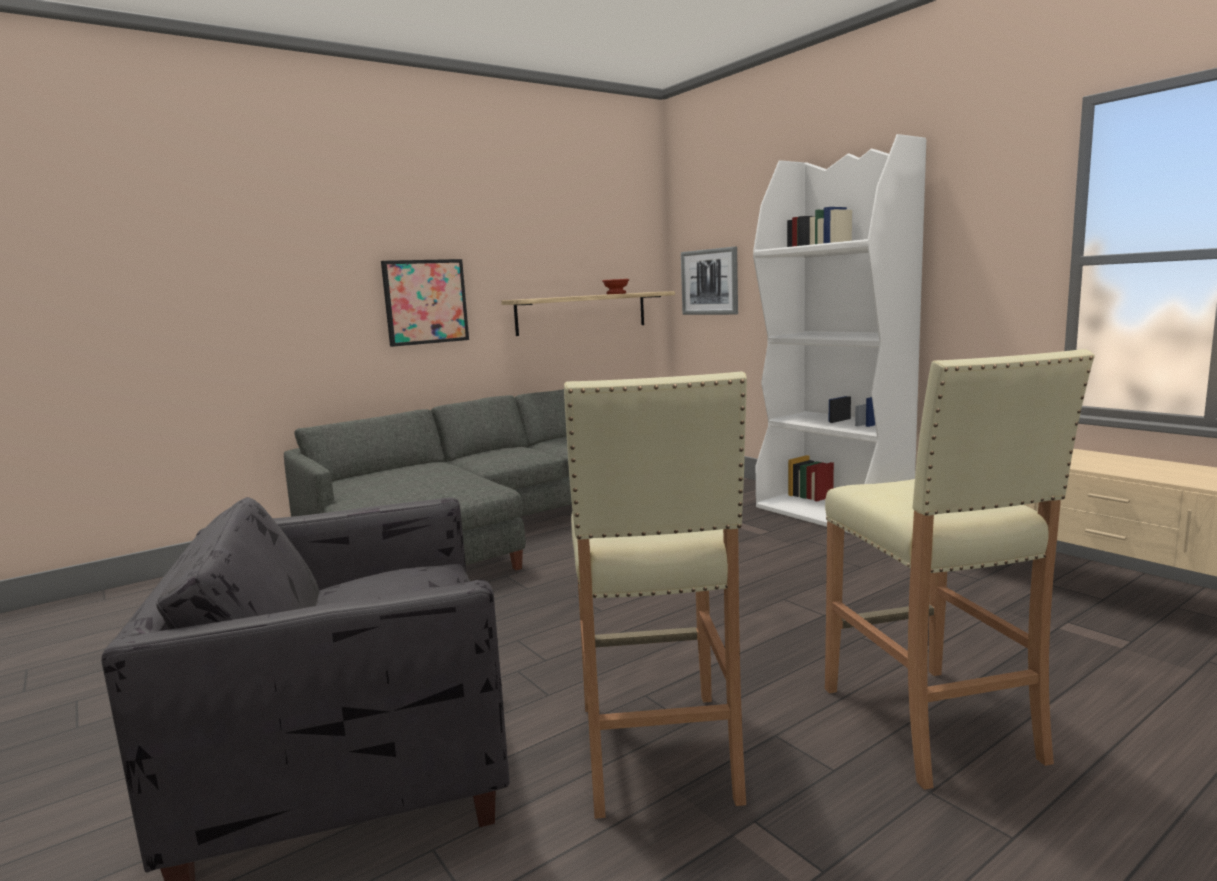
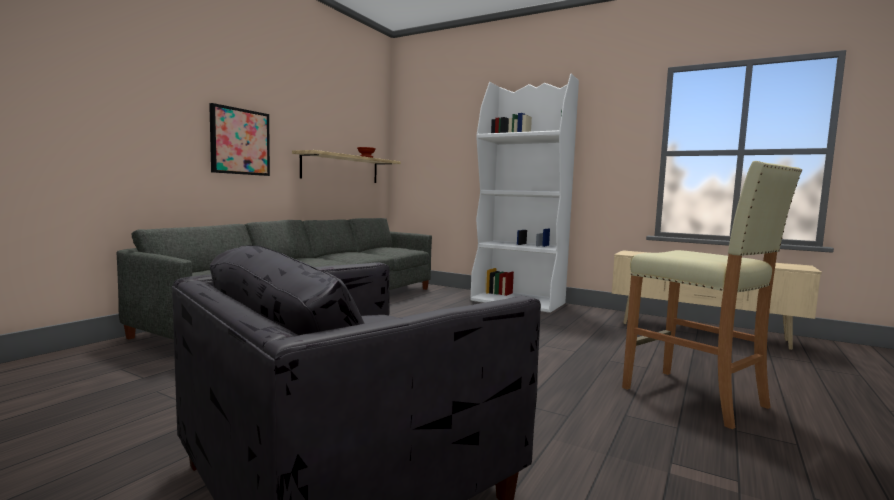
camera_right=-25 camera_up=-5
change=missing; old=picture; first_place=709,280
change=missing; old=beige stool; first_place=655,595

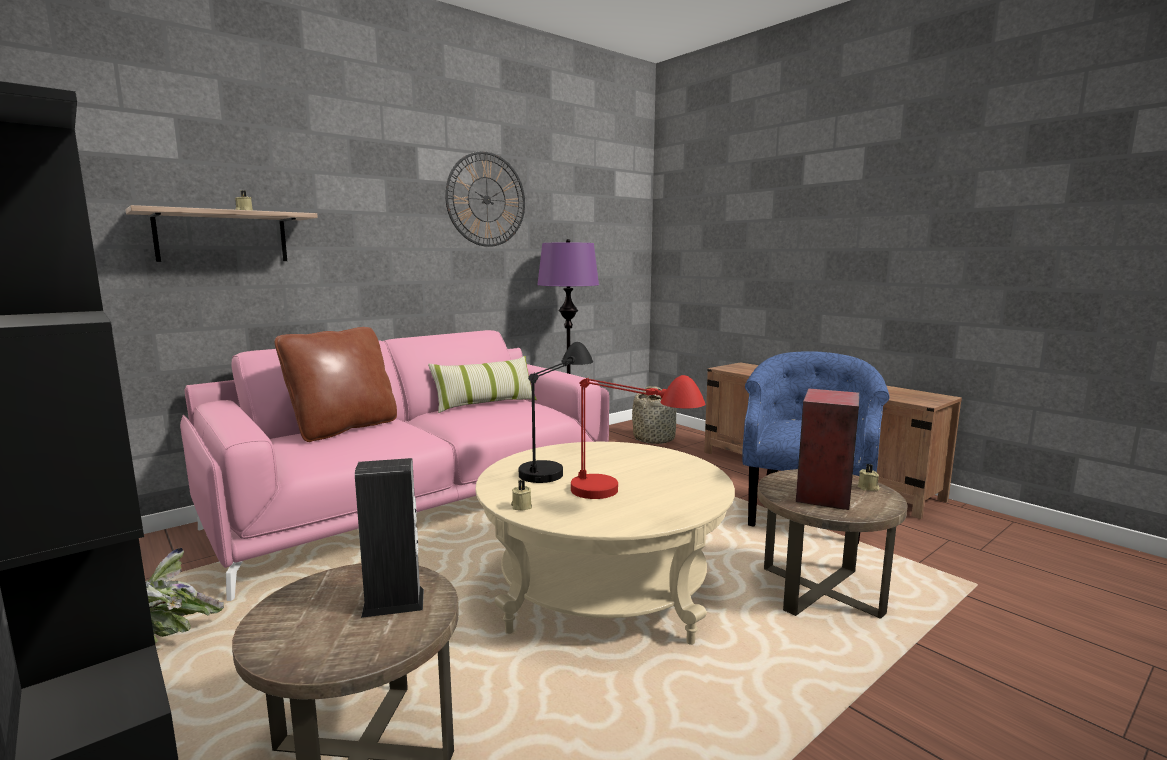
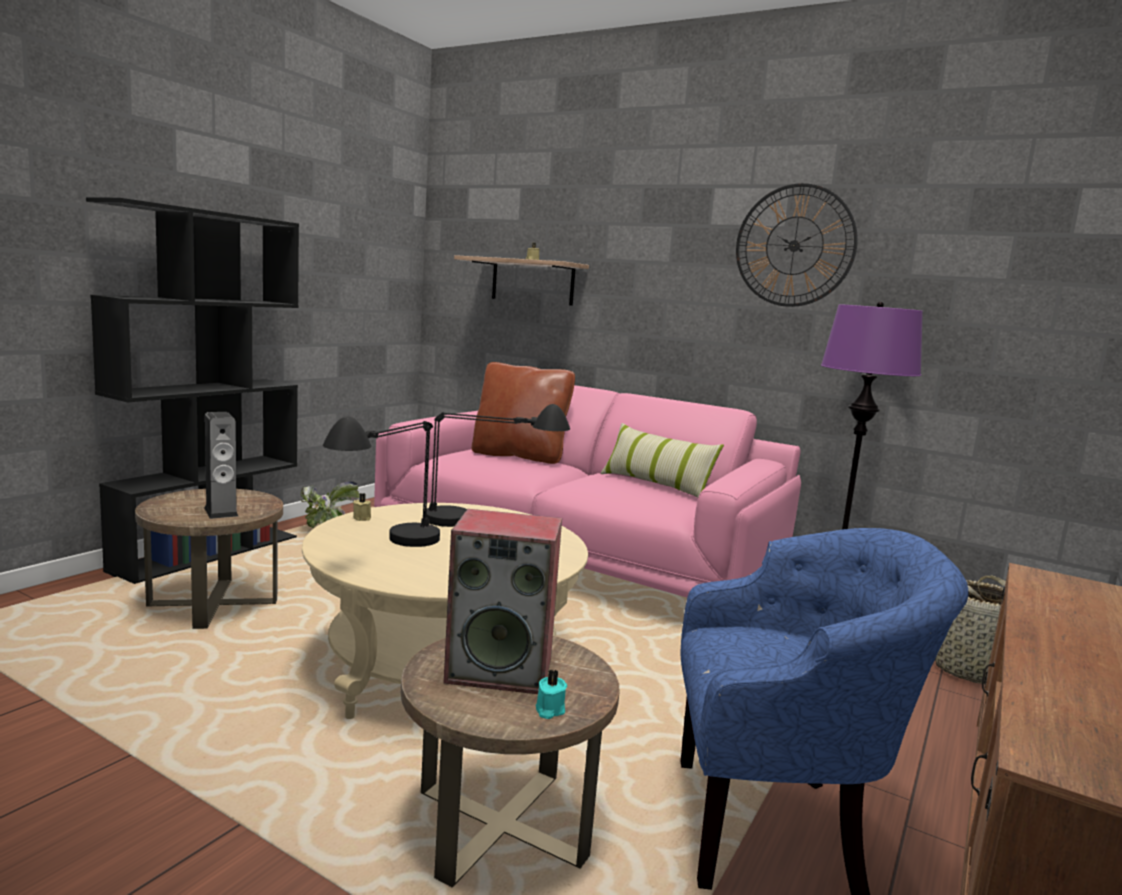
camera_right=70 camera_up=0
change=colour; old=red table lamp; new=black table lamp; first_place=638,437; second_place=381,481
change=colour; old=beige candle; new=turquoise candle; first_place=868,477; second_place=551,694

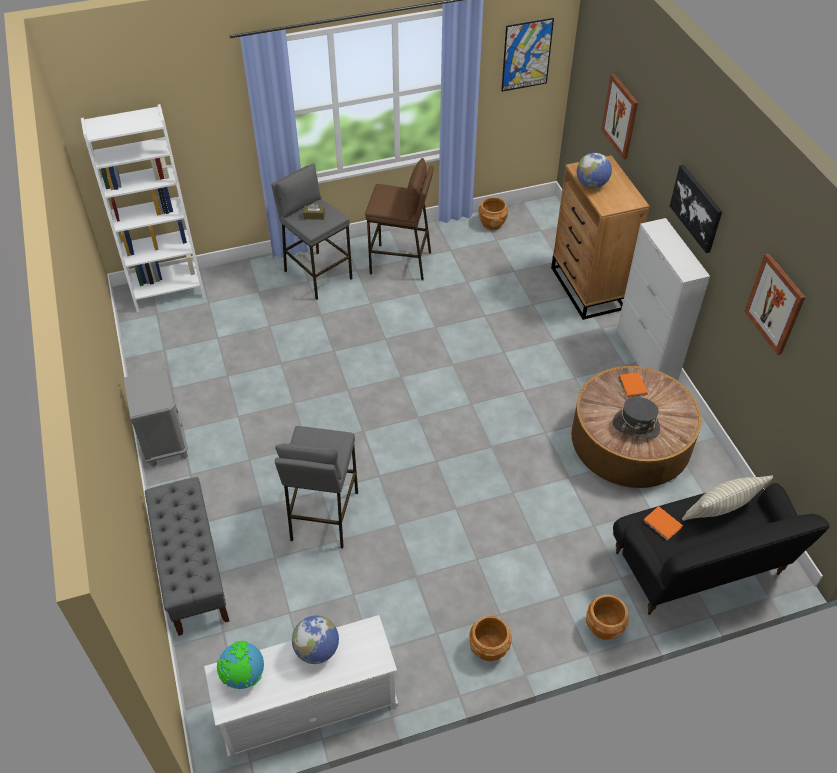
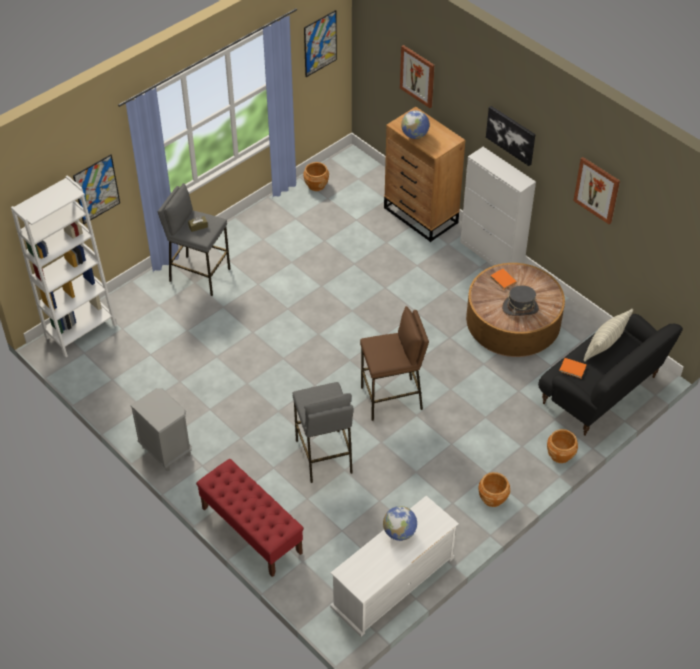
camera_right=-25 camera_up=0
change=relocated; old=brown stool; first_place=399,219; second_place=394,363
change=colour; old=grey bench; new=red bench; first_place=187,556; second_place=250,518
change=missing; old=globe; first_place=240,665
change=appeared; new=picture; second_place=96,189

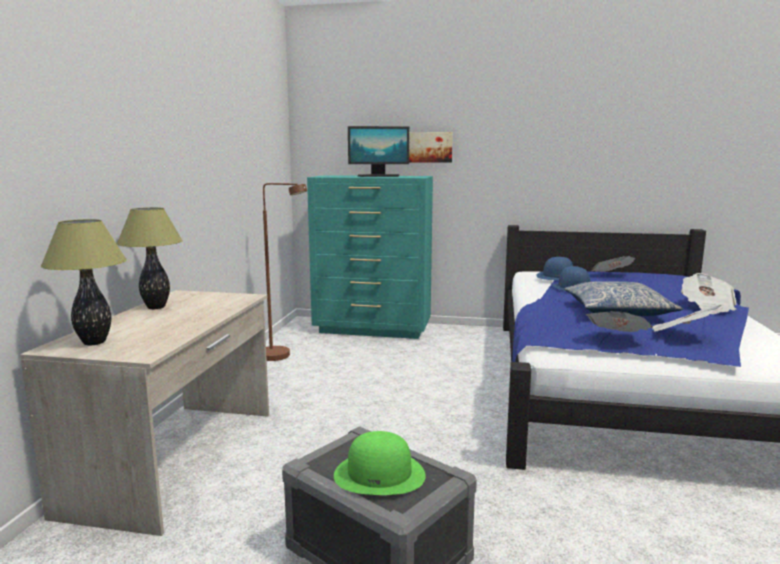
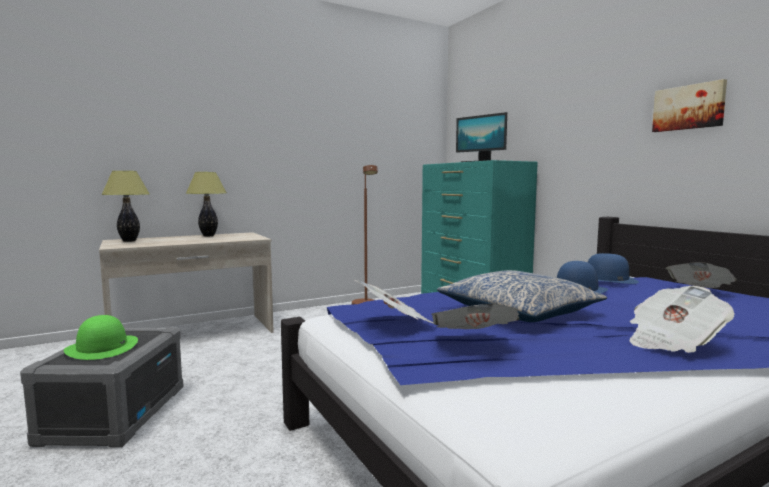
camera_right=50 camera_up=-5
change=relocated; old=picture; first_place=431,147; second_place=689,105

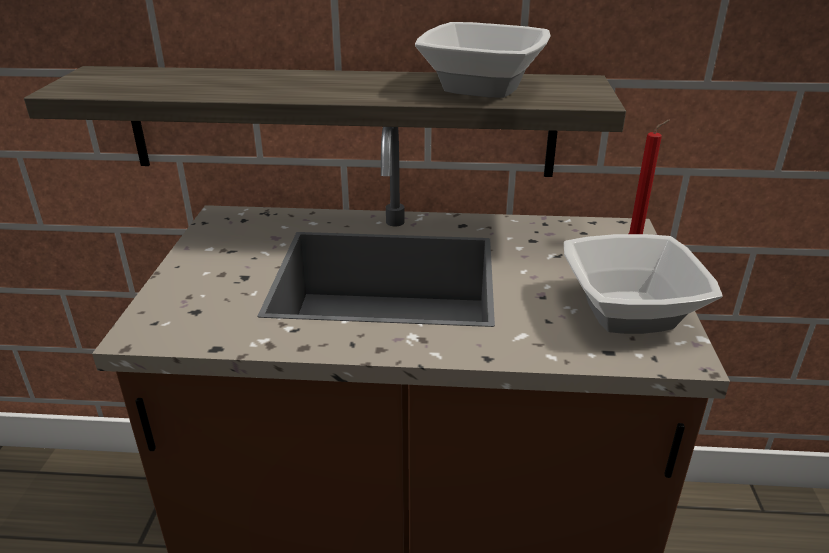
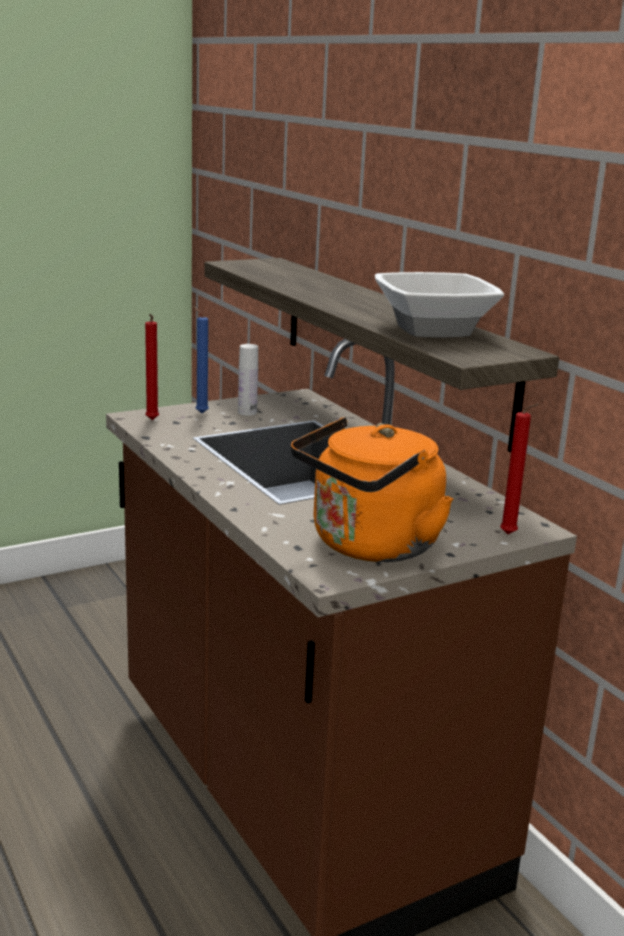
camera_right=55 camera_up=-10
change=exchanged; old=bowl; new=orange kettle; first_place=643,284; second_place=372,489
change=appeared; new=blue candle; second_place=201,359
change=appeared; new=red candle; second_place=152,367
change=appeared; new=white bottle; second_place=248,380

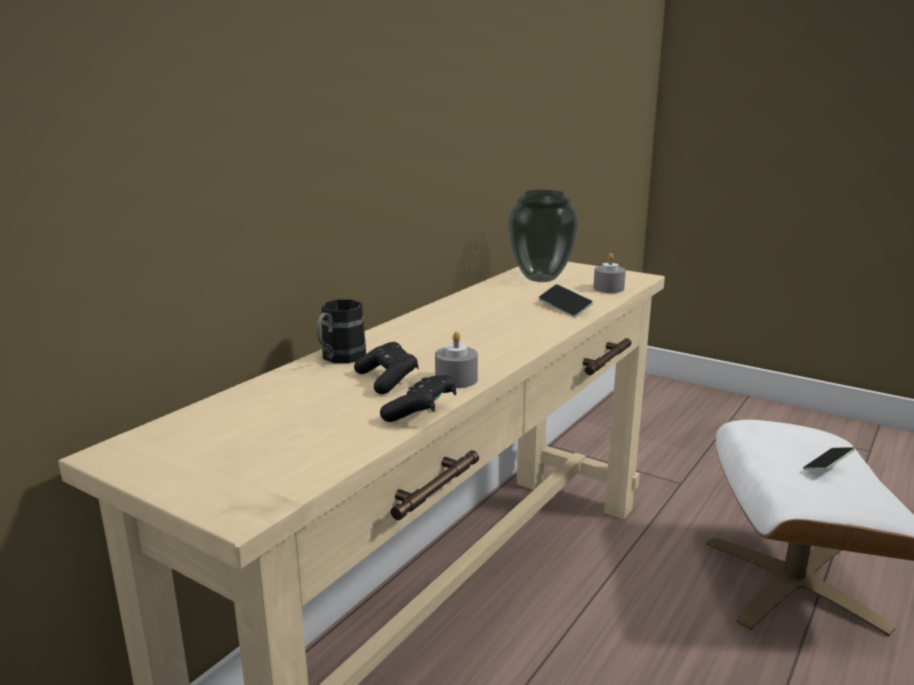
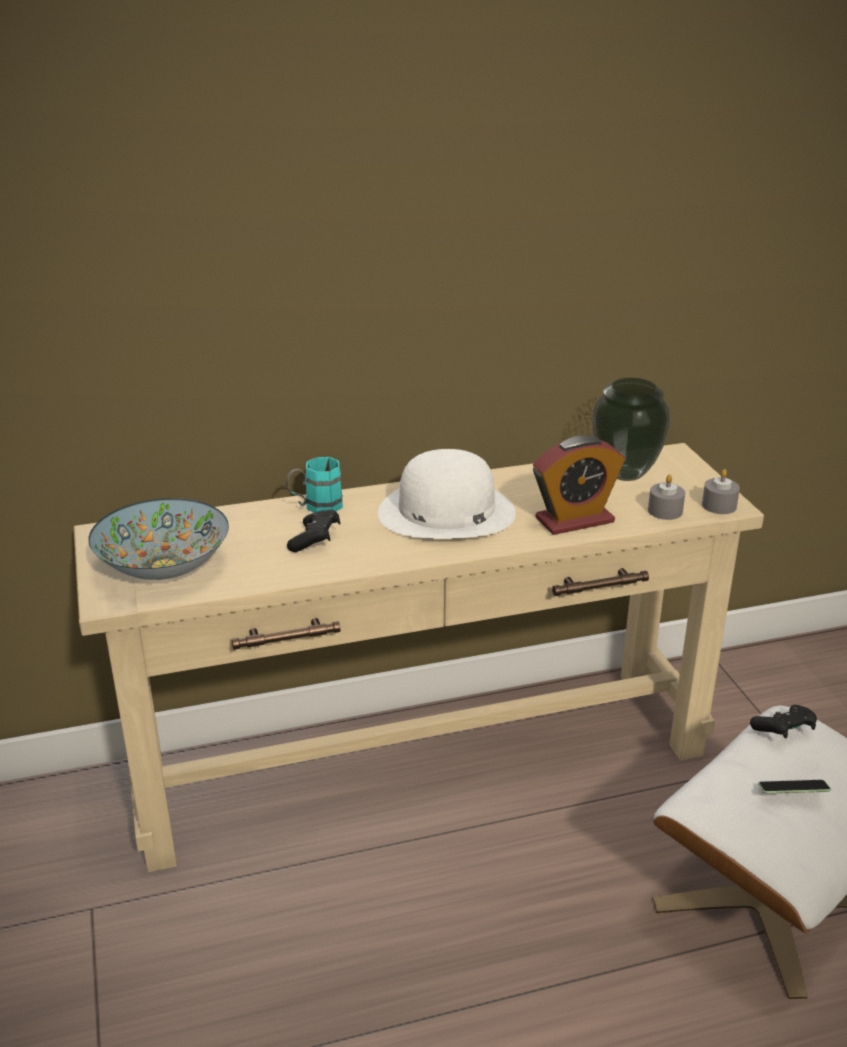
camera_right=40 camera_up=10
change=exchanged; old=phone; new=alarm clock; first_place=565,300; second_place=579,485
change=colour; old=black mug; new=turquoise mug; first_place=341,331; second_place=314,485
change=relocated; old=grey candle; first_place=456,359; second_place=721,491
change=relocated; old=black game controller; first_place=418,398; second_place=783,722
change=appeared; new=white hat; second_place=447,494
change=appeared; new=bowl; second_place=158,539

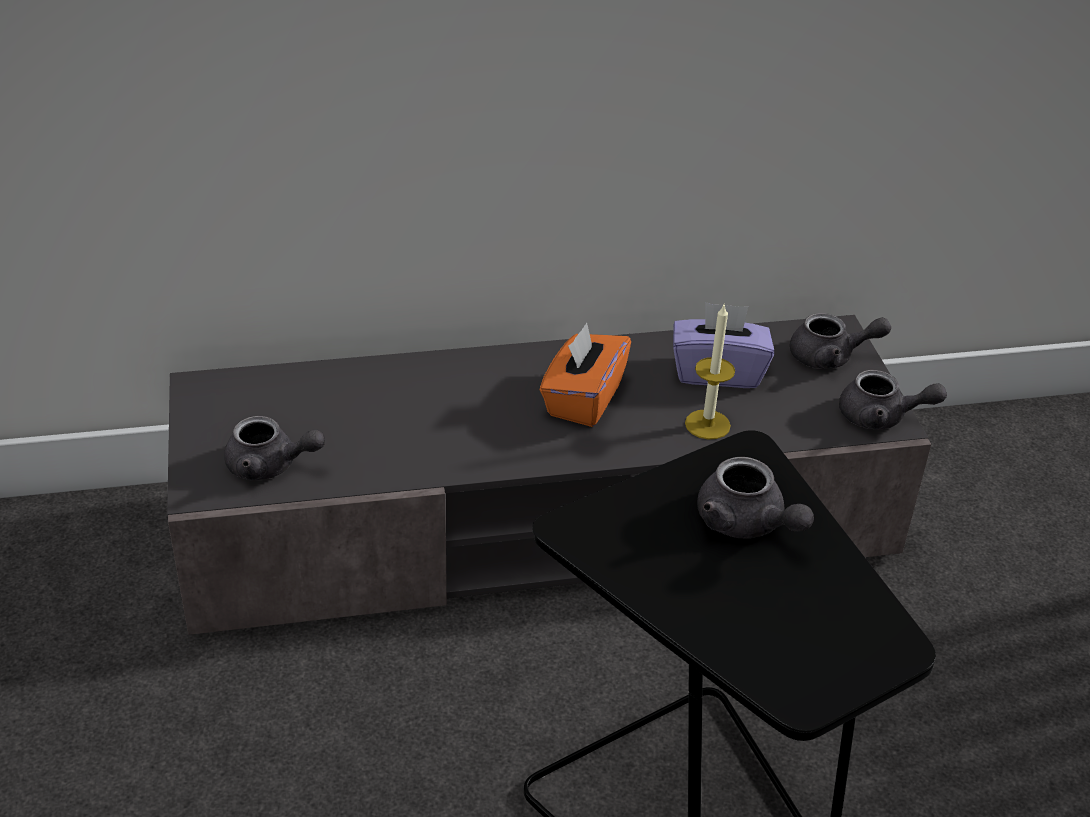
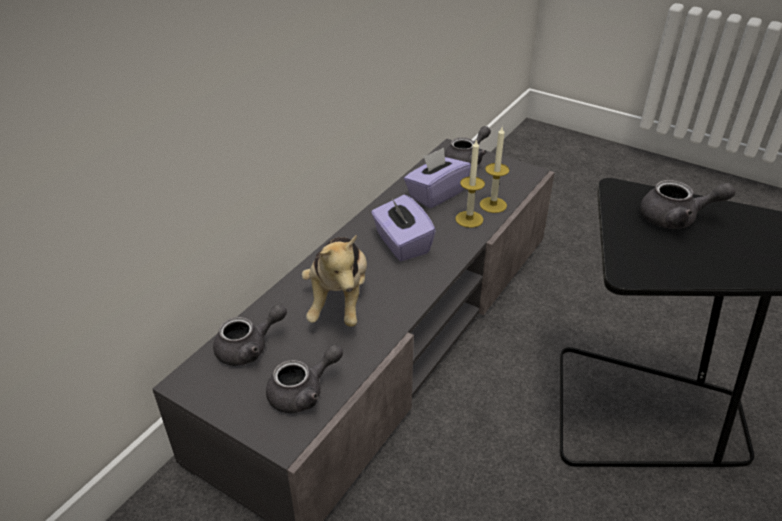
camera_right=-45 camera_up=0
change=colour; old=orange tissue box; new=purple tissue box; first_place=585,375; second_place=403,228
change=relocated; old=grey teapot; first_place=893,399; second_place=250,335
change=appeared; new=candle; second_place=494,170
change=appeared; new=plush toy; second_place=334,280

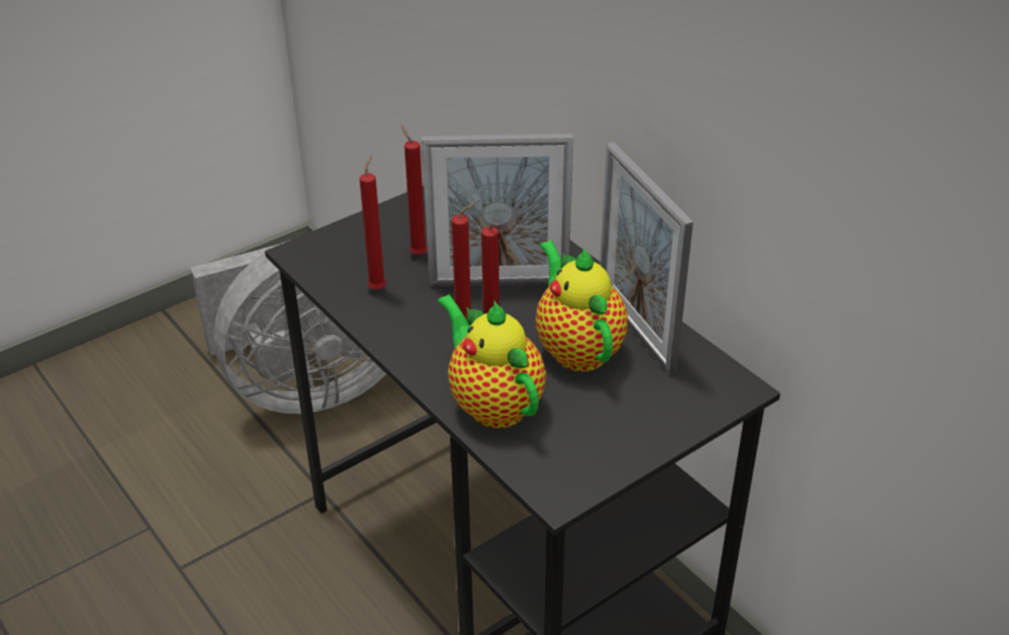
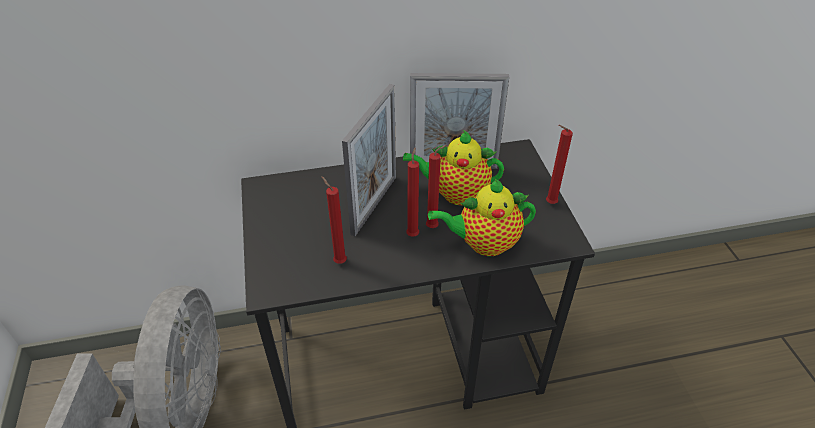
camera_right=-65 camera_up=5
change=relocated; old=red candle; first_place=414,190; second_place=559,164

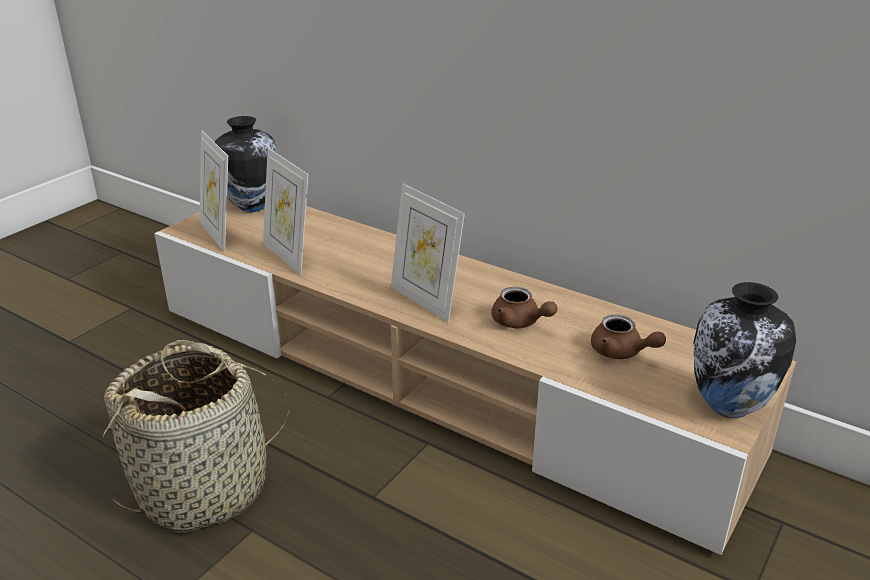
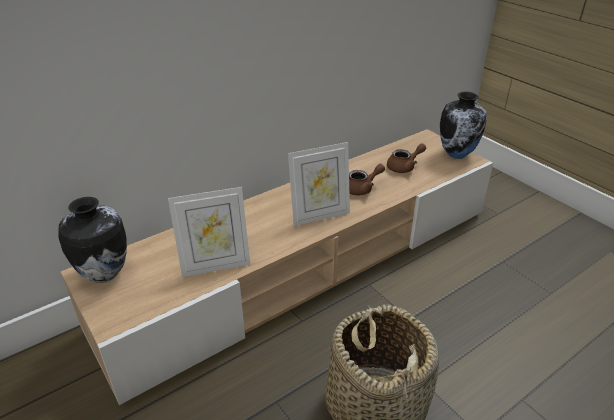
camera_right=-70 camera_up=5
change=missing; old=picture frame; first_place=213,191

